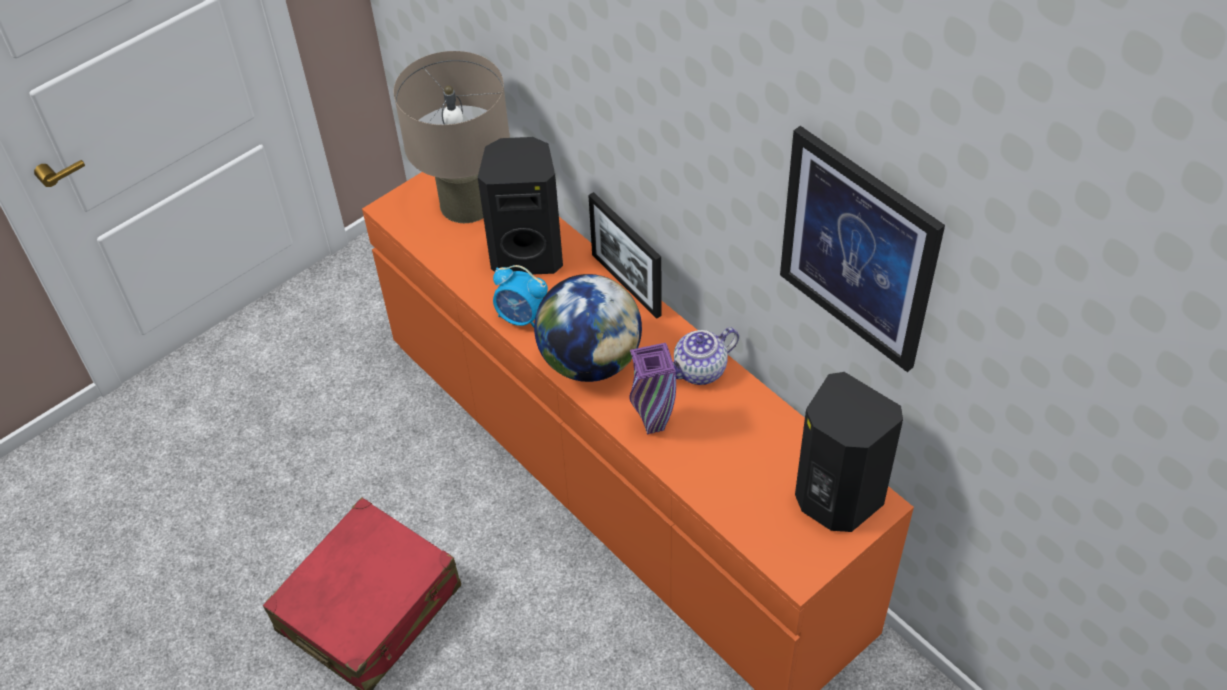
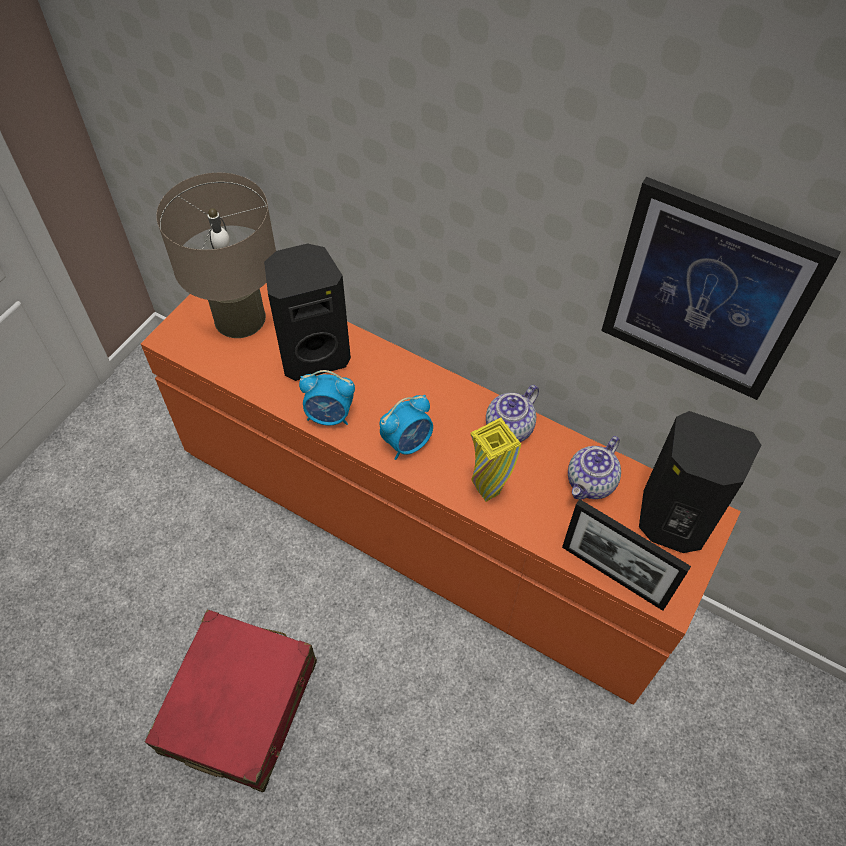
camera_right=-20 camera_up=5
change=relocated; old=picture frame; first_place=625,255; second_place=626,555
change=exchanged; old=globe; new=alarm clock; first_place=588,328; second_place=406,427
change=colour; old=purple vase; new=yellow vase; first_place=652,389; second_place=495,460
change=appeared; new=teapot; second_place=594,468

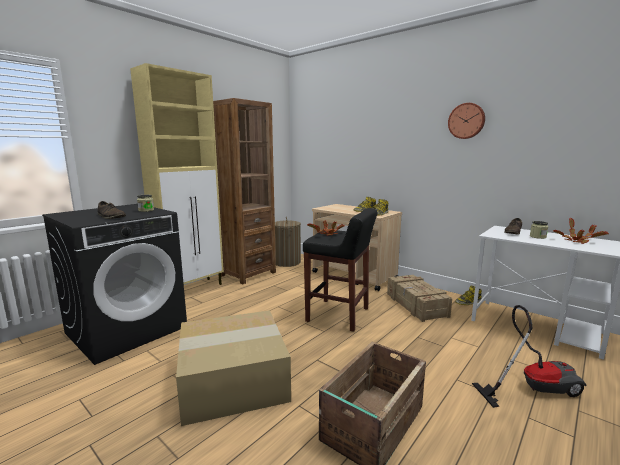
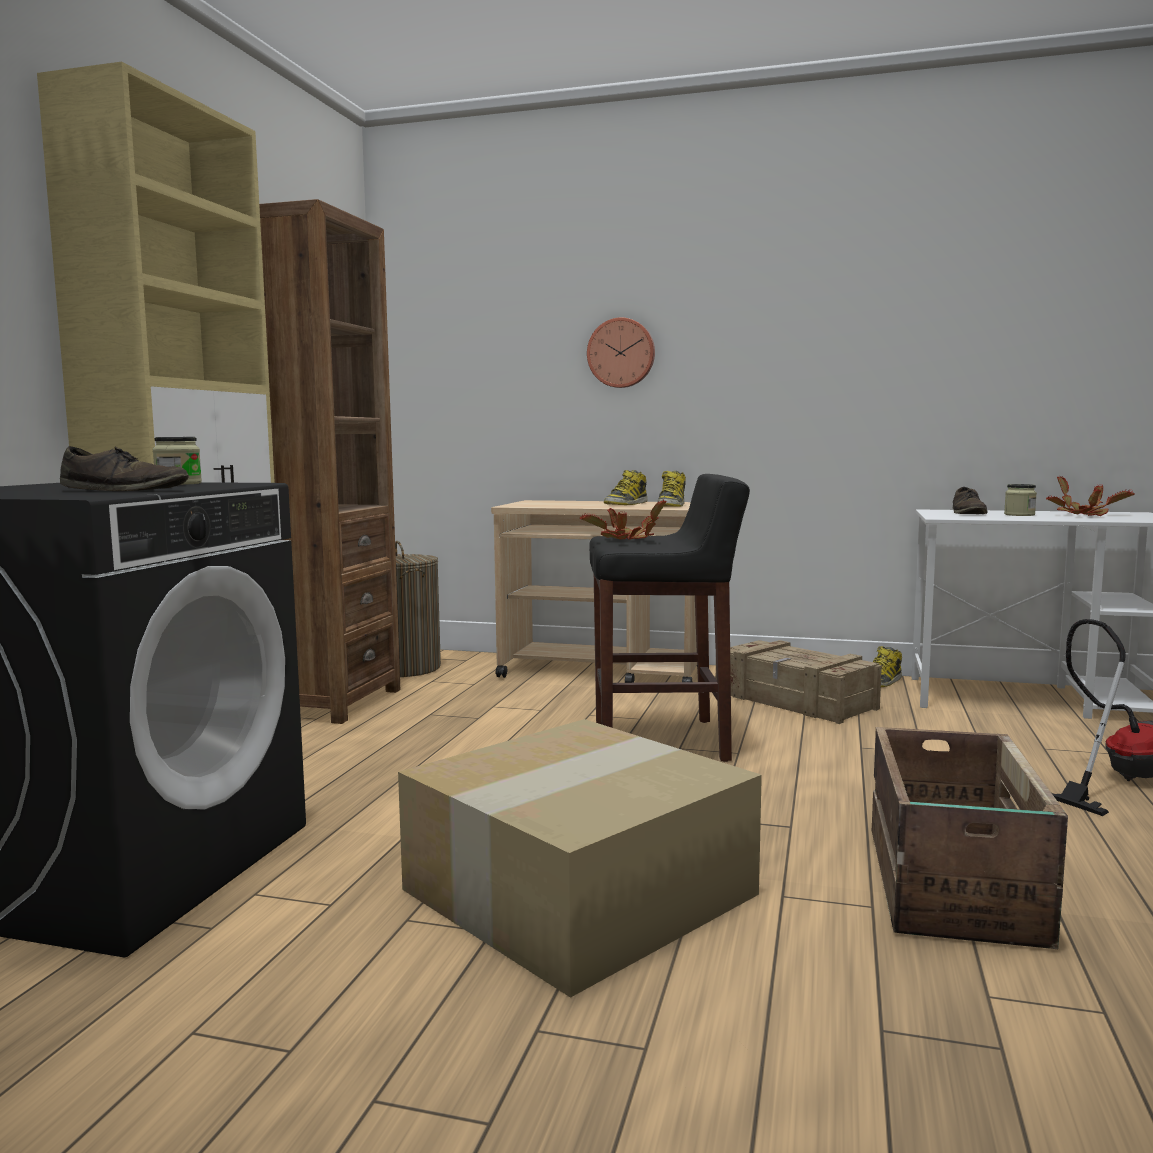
camera_right=-25 camera_up=-5
change=relocated; old=wall clock; first_place=466,121; second_place=621,352

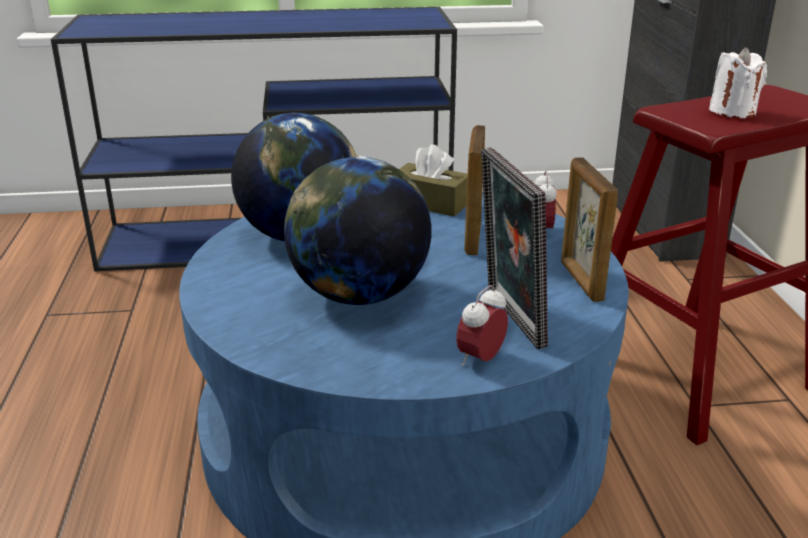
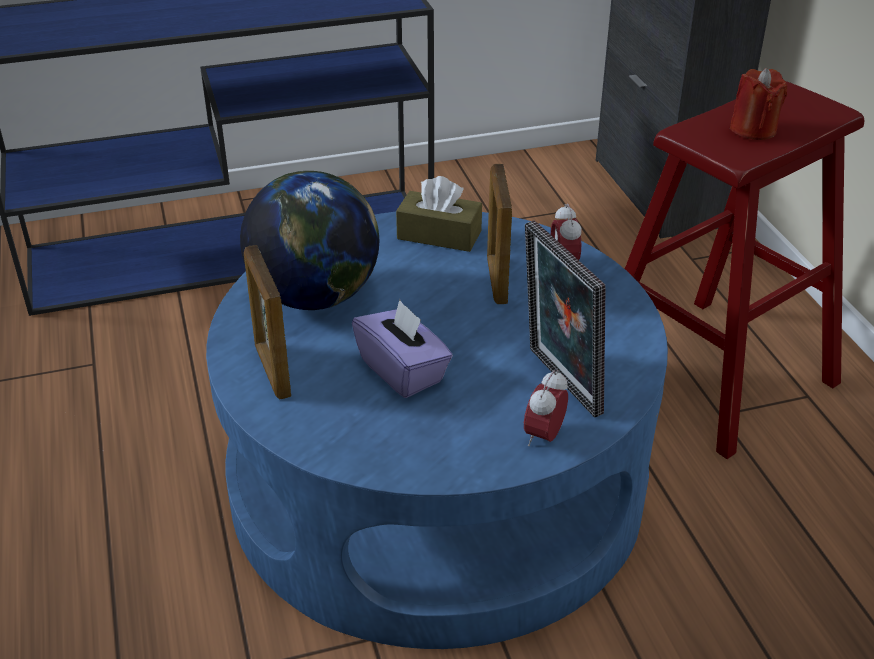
camera_right=-10 camera_up=10
change=colour; old=white candle; new=red candle; first_place=738,82; second_place=758,104
change=exchanged; old=globe; new=purple tissue box; first_place=357,230; second_place=402,348
change=relocated; old=picture frame; first_place=589,230; second_place=267,322

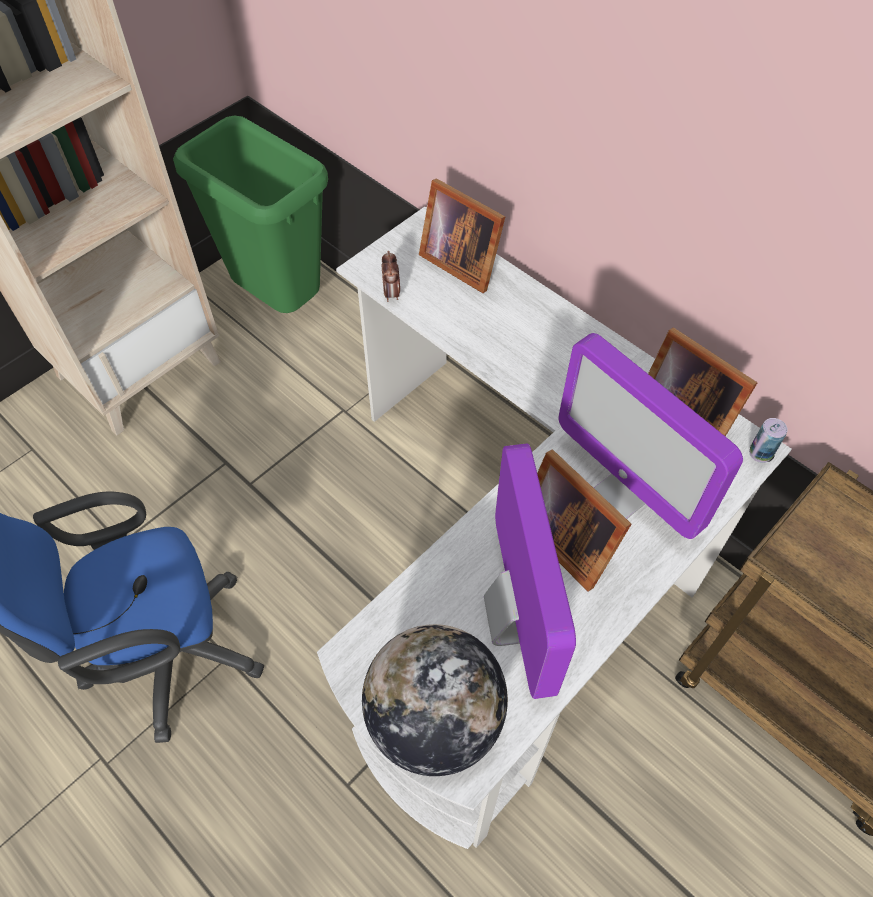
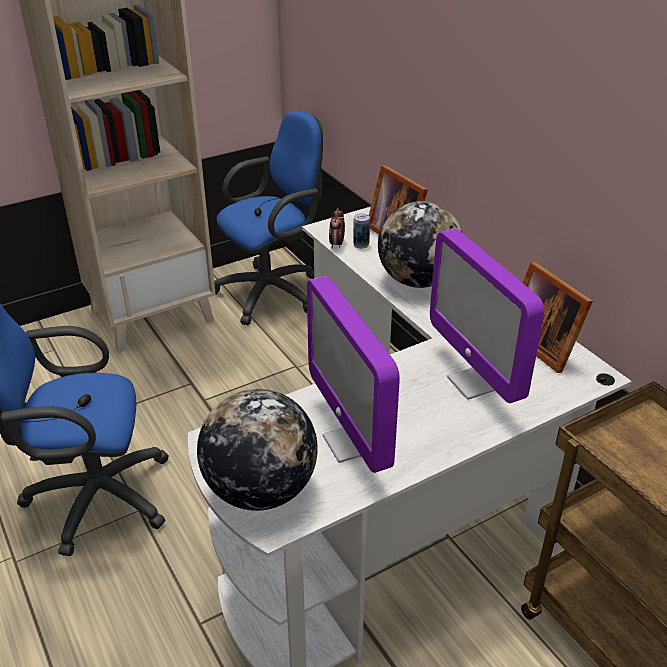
camera_right=15 camera_up=-20
change=exchanged; old=green trash can; new=blue office chair; first_place=250,214; second_place=268,218
change=relocated; old=can; first_place=768,440; second_place=361,231
change=spun; old=monitor; first_place=530,571; second_place=353,374; degrees=150
change=missing; old=picture frame; first_place=584,520
change=appeared; new=globe; second_place=420,244

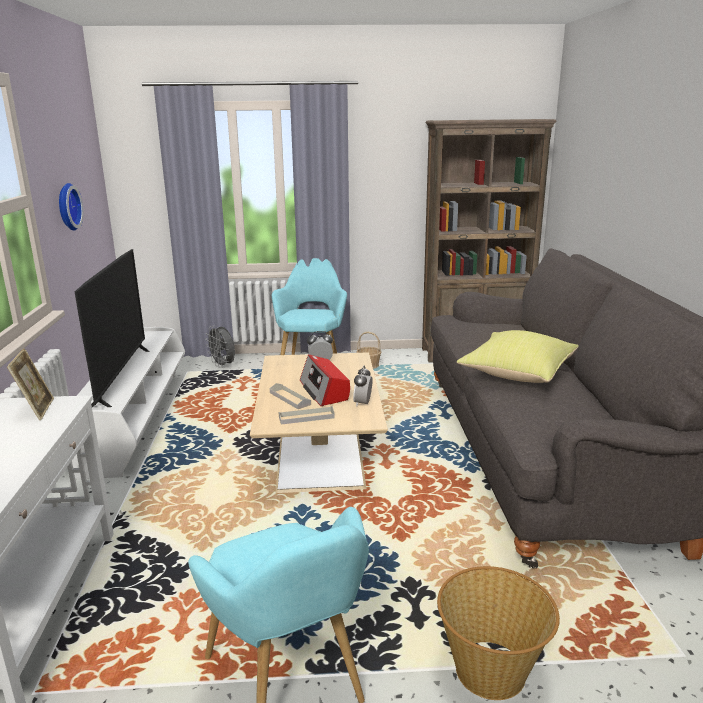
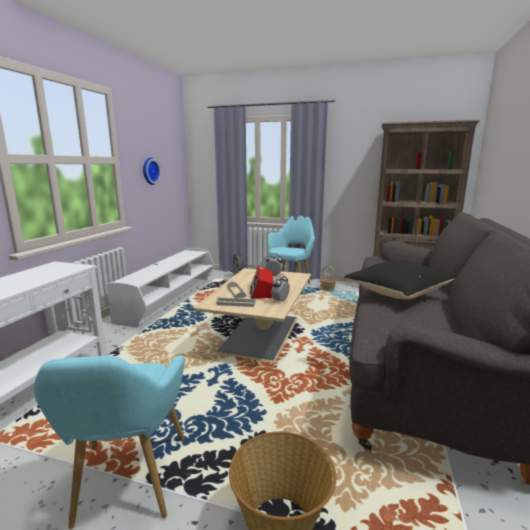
camera_right=20 camera_up=-5
change=missing; old=television; first_place=112,328
change=colour; old=yellow pillow; new=black pillow; first_place=518,356; second_place=399,280
change=missing; old=picture frame; first_place=30,384

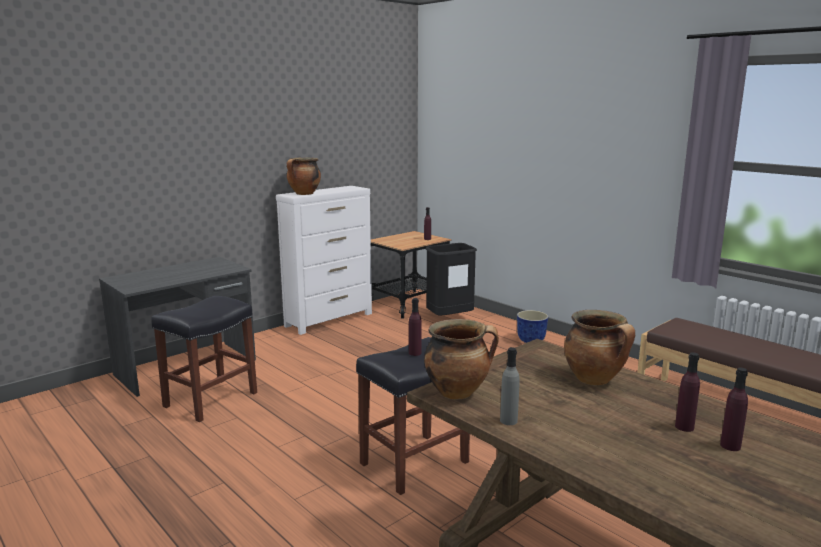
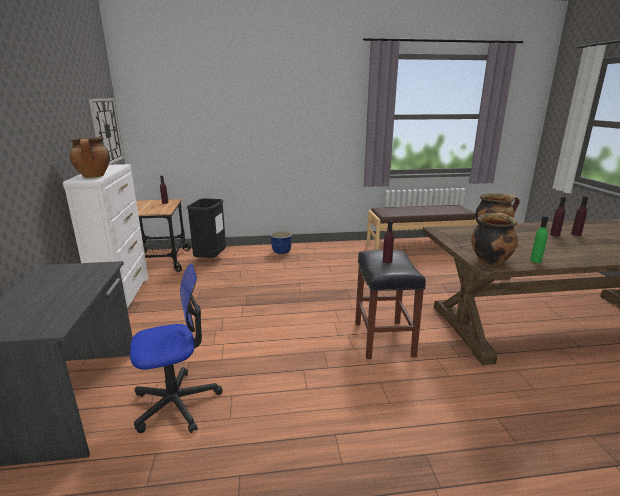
camera_right=-55 camera_up=5
change=exchanged; old=black stool; new=office chair; first_place=204,359; second_place=176,348
change=colour; old=grey bottle; new=green bottle; first_place=510,386; second_place=539,239
change=appeared; new=wall clock; second_place=106,131

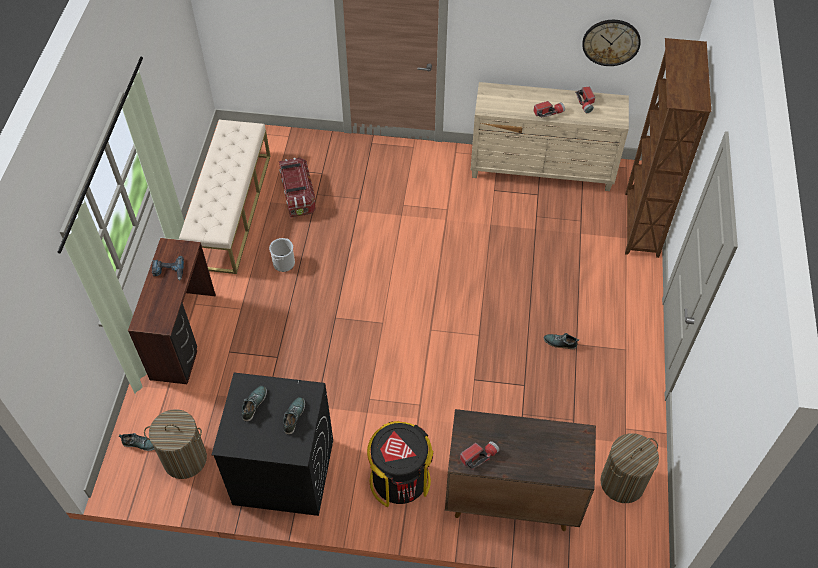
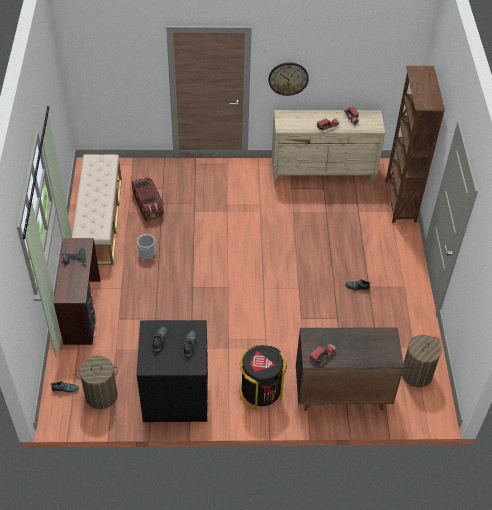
camera_right=-10 camera_up=-5
change=relocated; old=wall clock; first_place=611,43; second_place=289,79

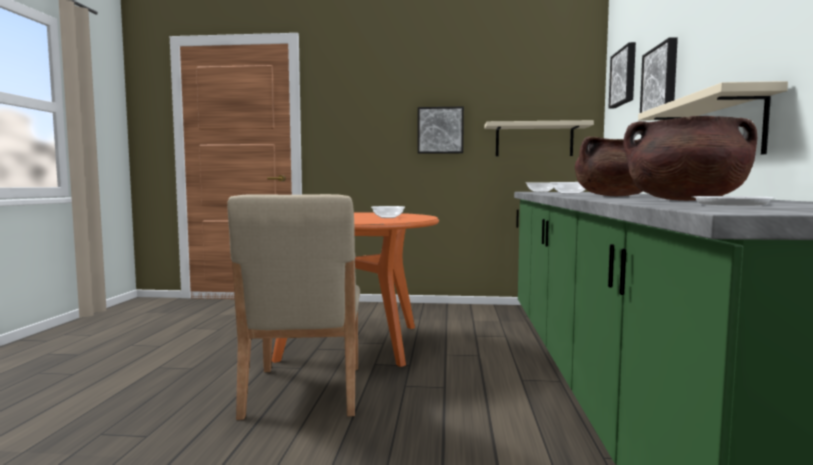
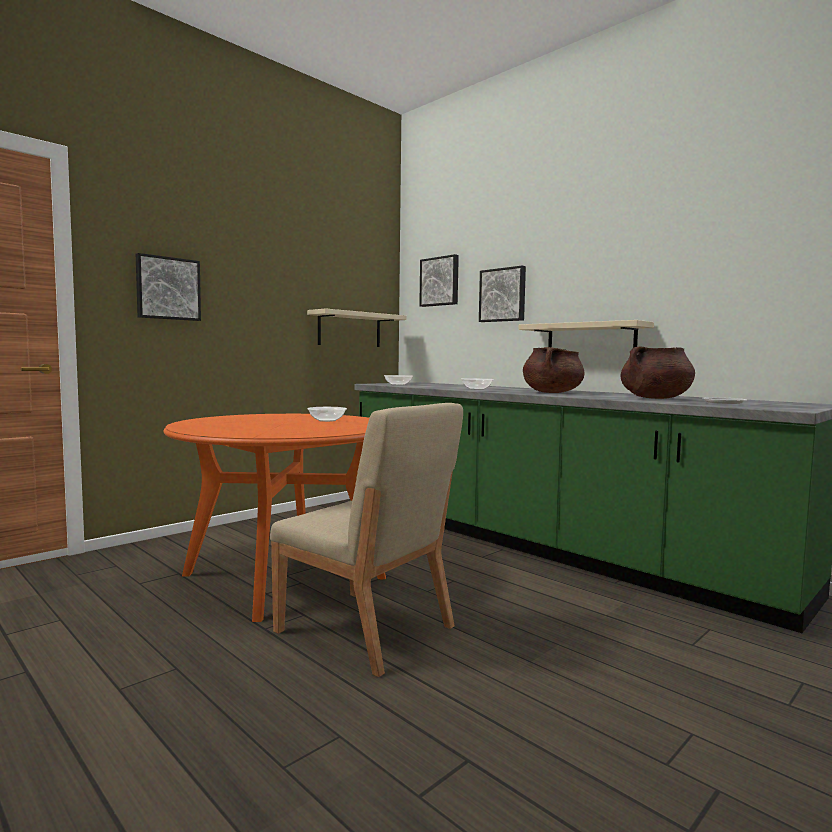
camera_right=-50 camera_up=0
change=relocated; old=picture; first_place=441,130; second_place=168,287

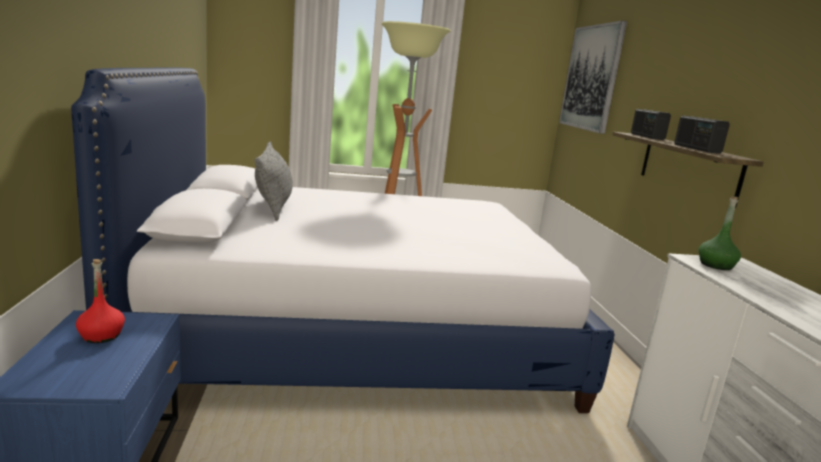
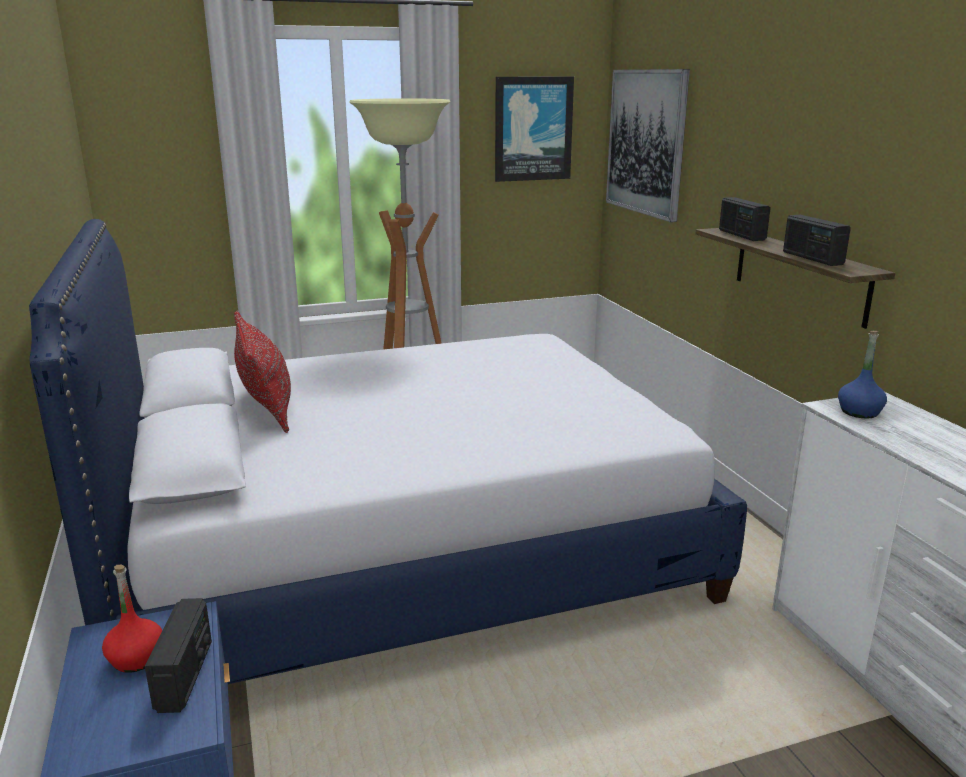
camera_right=-10 camera_up=5
change=colour; old=grey pillow; new=red pillow; first_place=274,181; second_place=262,372
change=colour; old=green bottle; new=blue bottle; first_place=720,233; second_place=862,374
change=appeared; new=picture; second_place=534,129
change=appeared; new=radio; second_place=178,655

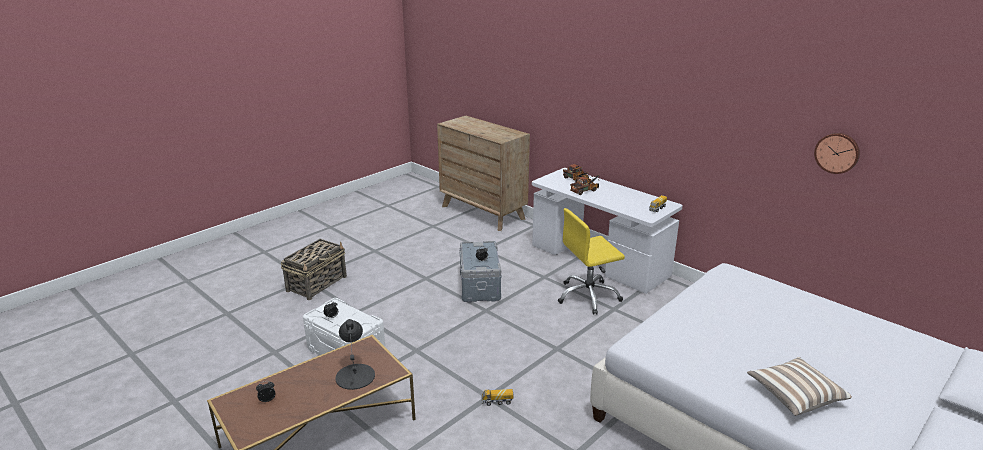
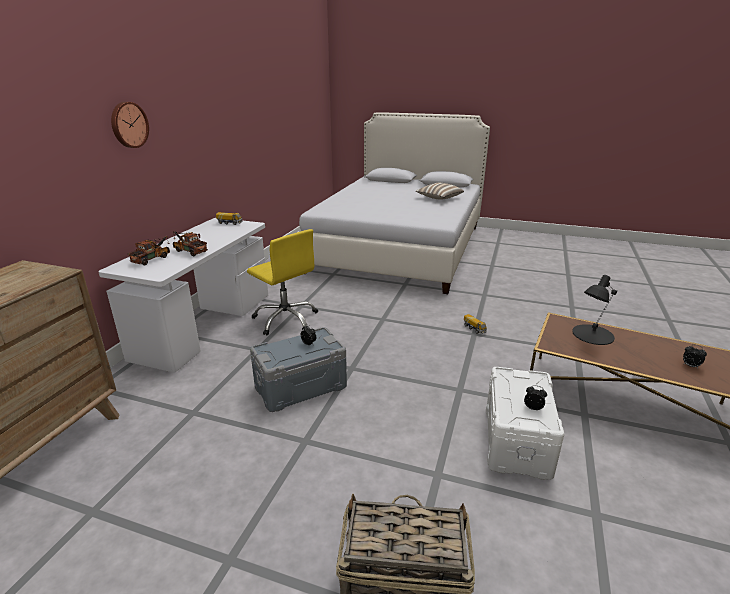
camera_right=-115 camera_up=0
change=relocated; old=wall clock; first_place=837,153; second_place=130,125

